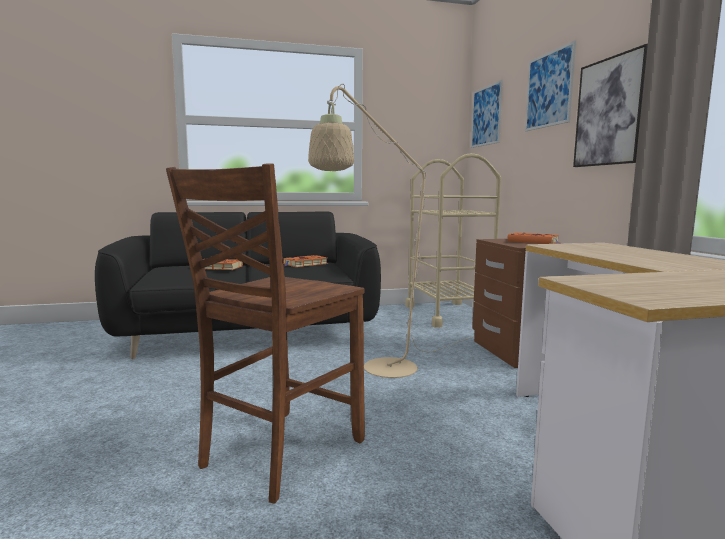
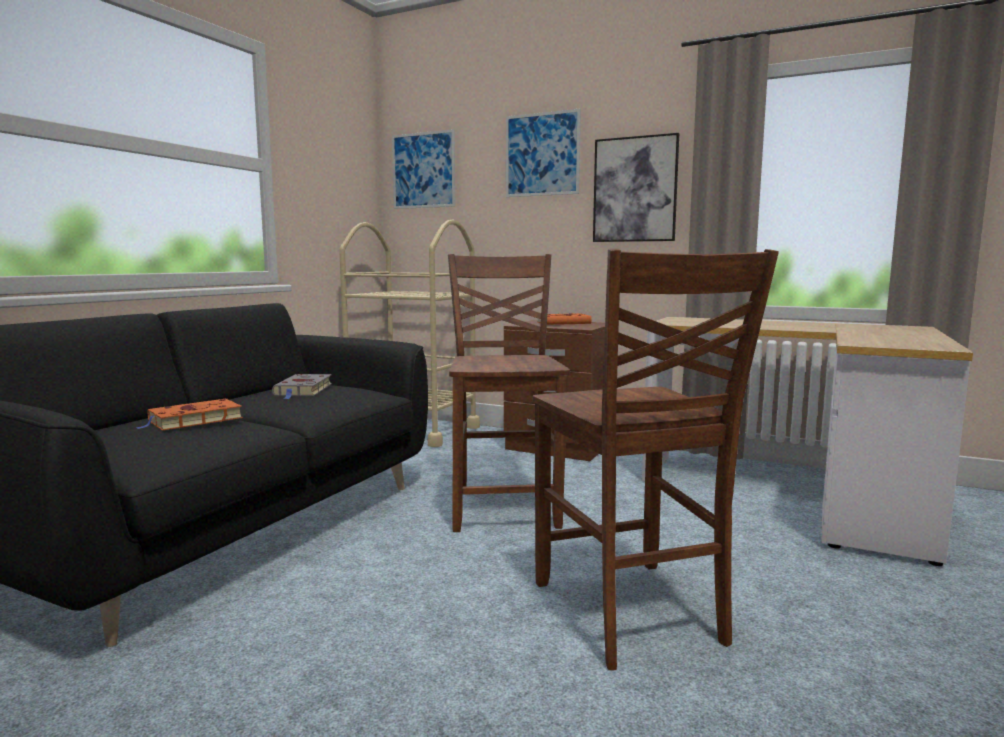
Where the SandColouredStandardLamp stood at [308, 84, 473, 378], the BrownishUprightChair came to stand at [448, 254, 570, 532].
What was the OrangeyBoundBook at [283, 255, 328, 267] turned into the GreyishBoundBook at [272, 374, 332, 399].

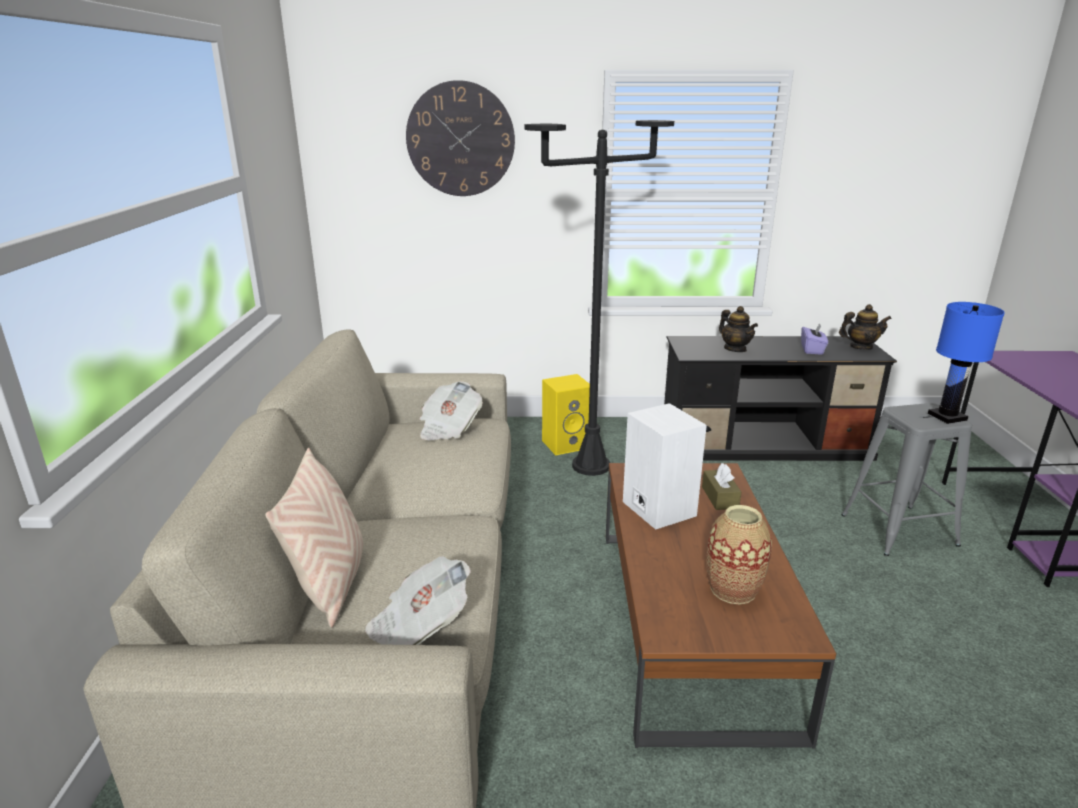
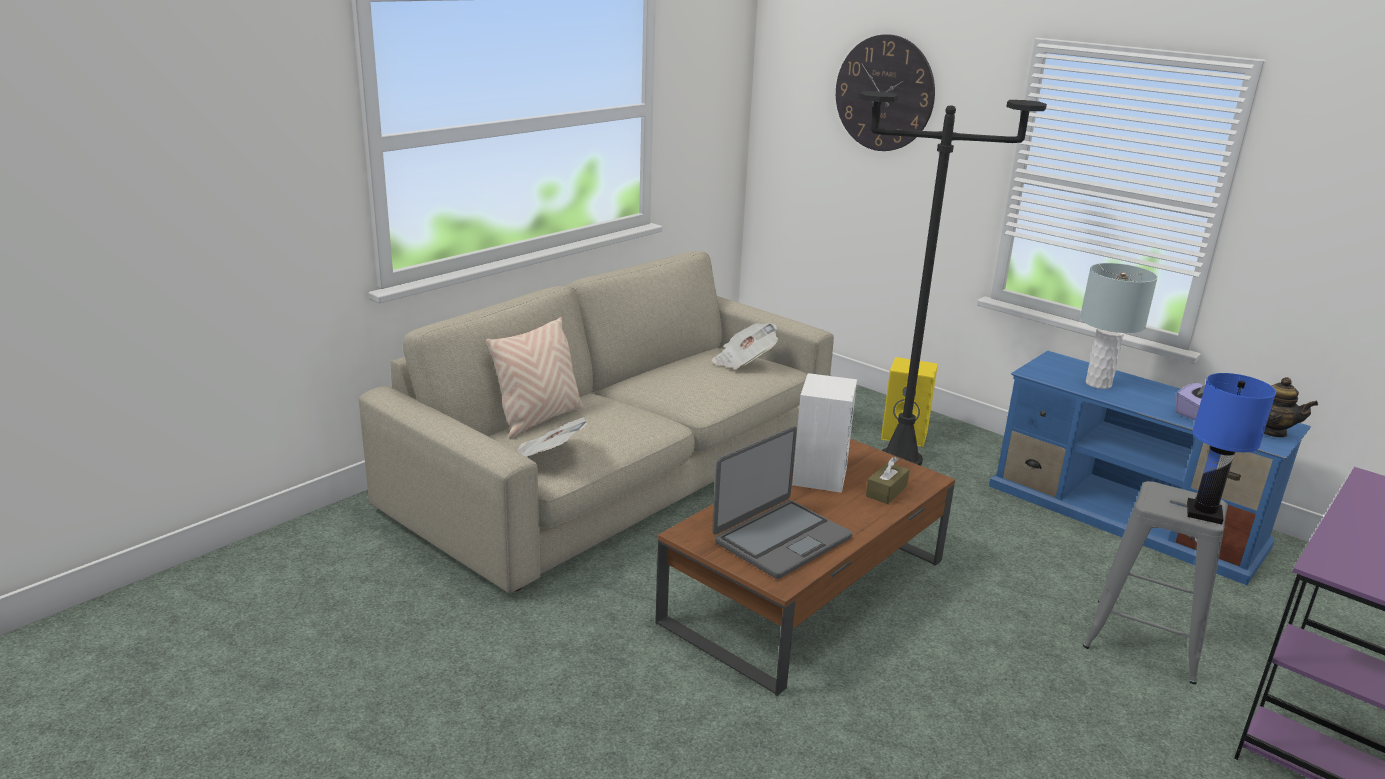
Where the Vase stood at [706, 505, 772, 604], the NotebookComputer came to stand at [712, 426, 853, 579].
Where the PotForTea stood at [719, 306, 758, 352], the GreyishTableLamp came to stand at [1080, 263, 1158, 389].
What was the BlackColouredMediaConsole at [664, 336, 897, 461] turned into the BluishMediaConsole at [989, 351, 1311, 585].

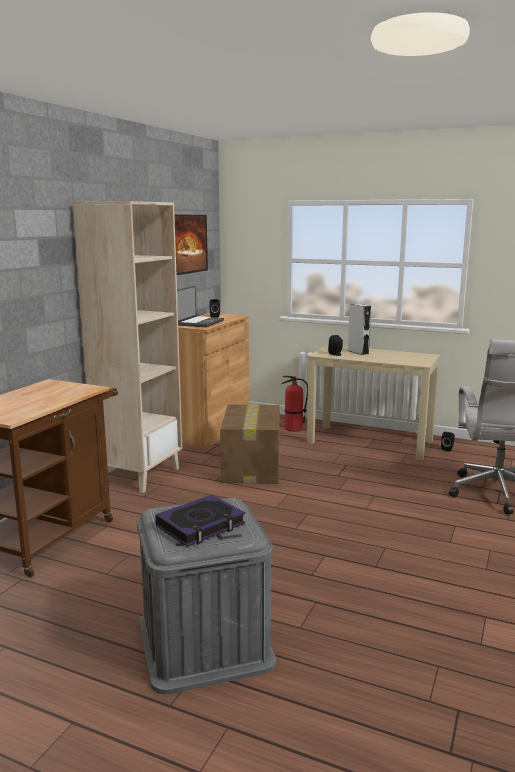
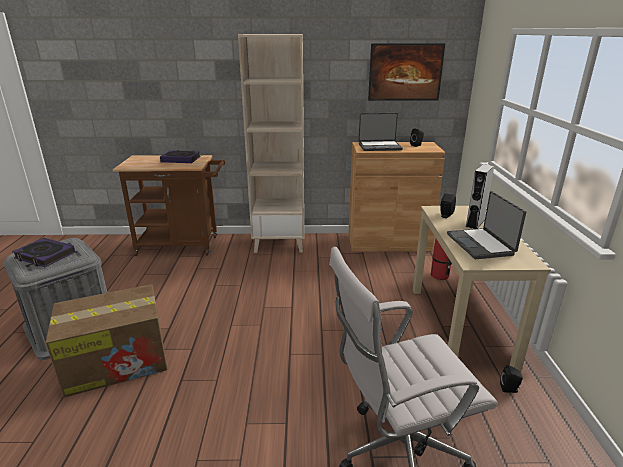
The second view gained the BoundBook at [160, 150, 200, 163].
The second view gained the NotebookComputer at [447, 191, 526, 259].
The Carton ended up elsewhere, having gone from [220, 404, 280, 484] to [46, 284, 167, 397].

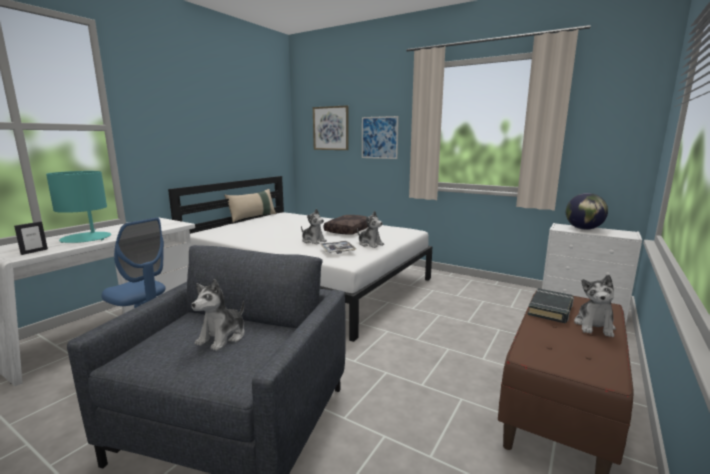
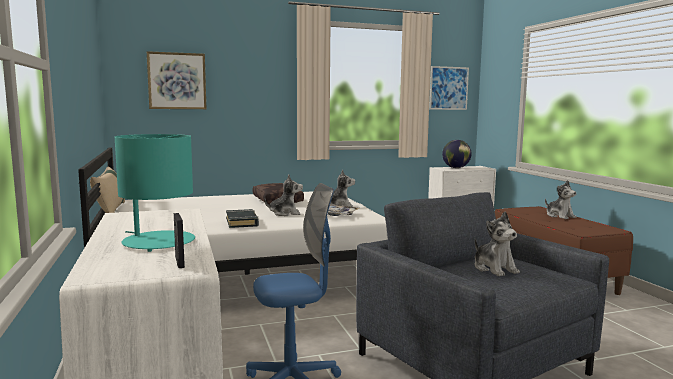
The Picture ended up elsewhere, having gone from [362, 116, 399, 159] to [429, 66, 469, 110].
The BlackColouredBoundBook ended up elsewhere, having gone from [528, 288, 574, 323] to [226, 209, 259, 228].

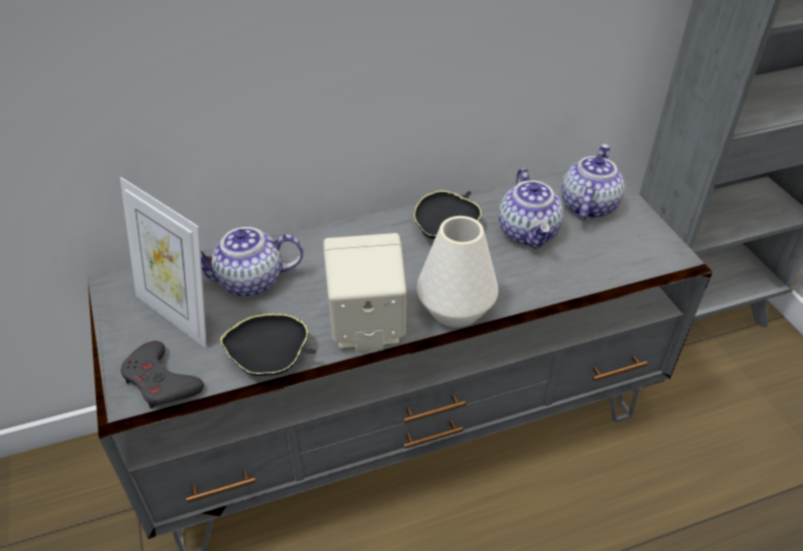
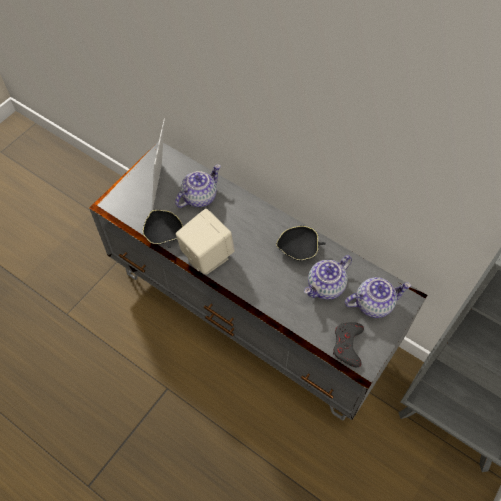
The second view lost the WhitishVase at [417, 216, 498, 327].
The GreyishGameController ended up elsewhere, having gone from [121, 341, 204, 409] to [333, 322, 364, 367].
The PotForTea at [200, 227, 303, 297] ended up facing another way, 90 degrees clockwise from before.

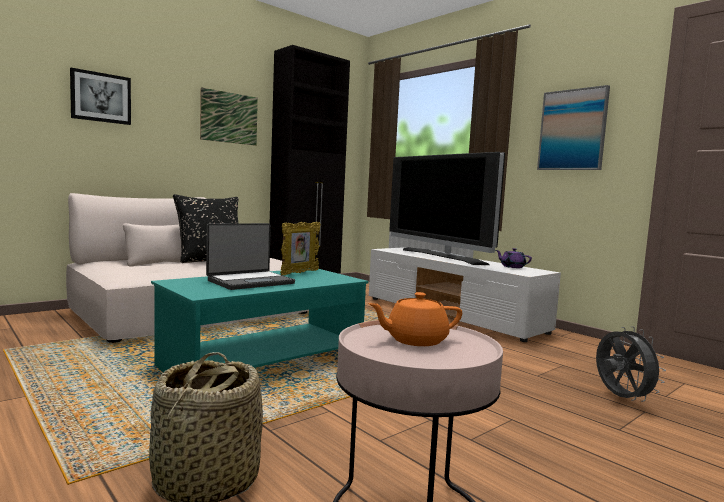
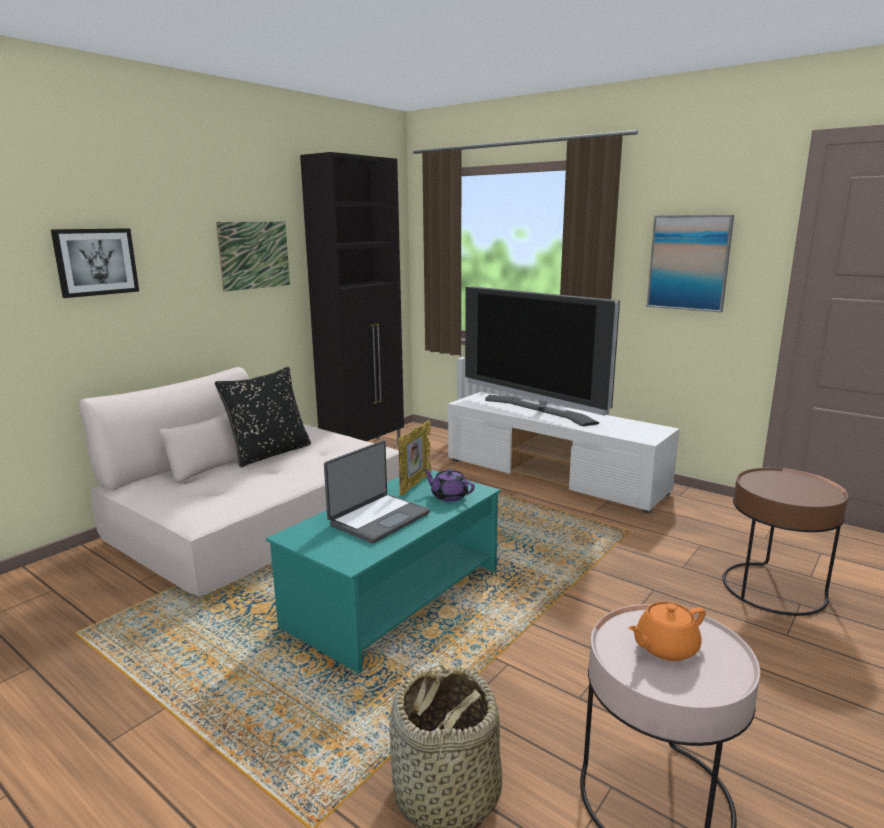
The PurplePotForTea ended up elsewhere, having gone from [496, 248, 532, 268] to [423, 469, 475, 502].
Where the GreyishFan stood at [596, 326, 666, 402], the BrownishEndTable came to stand at [723, 468, 848, 616].

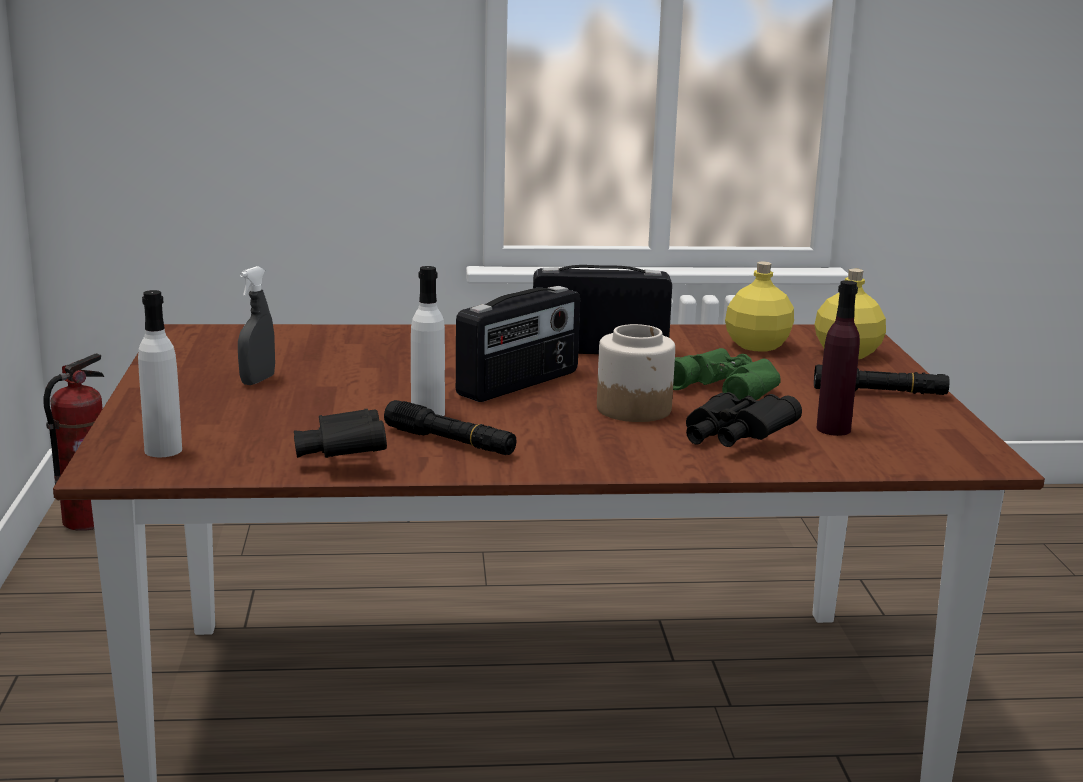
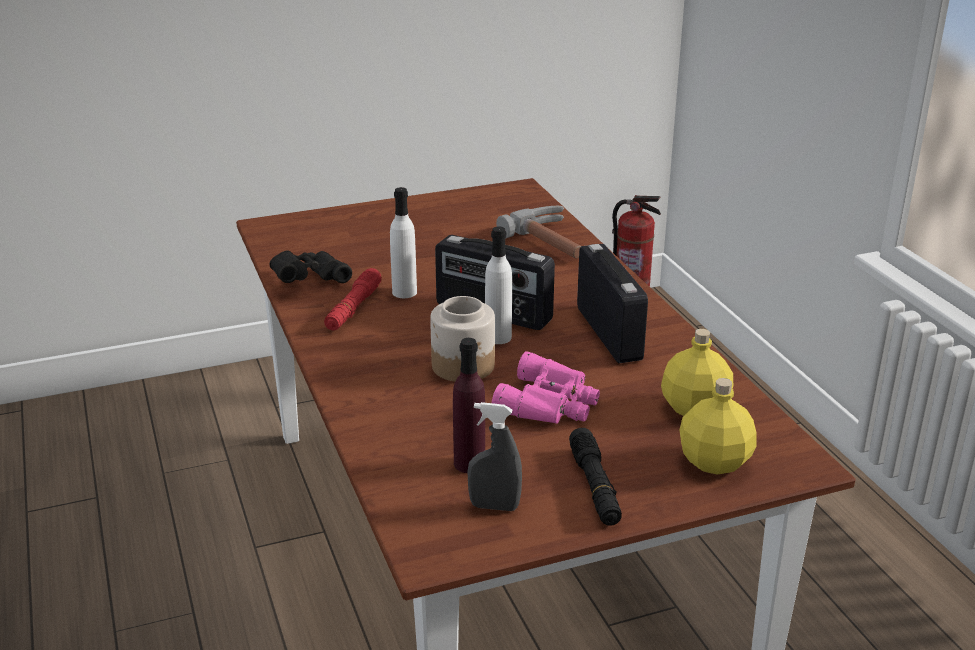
The second view lost the BlackColouredPairOfBinoculars at [686, 392, 802, 447].
The second view gained the Hammer at [496, 205, 581, 258].
The WhitishBottle ended up elsewhere, having gone from [138, 290, 182, 457] to [485, 226, 512, 344].
The GreyishHandSprayer ended up elsewhere, having gone from [238, 266, 275, 385] to [467, 402, 522, 511].
What was the BlackColouredHandTorch at [384, 400, 517, 455] turned into the ReddishHandTorch at [324, 268, 382, 331].
What was the GreenColouredPairOfBinoculars at [673, 348, 781, 400] turned into the PinkishPairOfBinoculars at [492, 351, 600, 424].

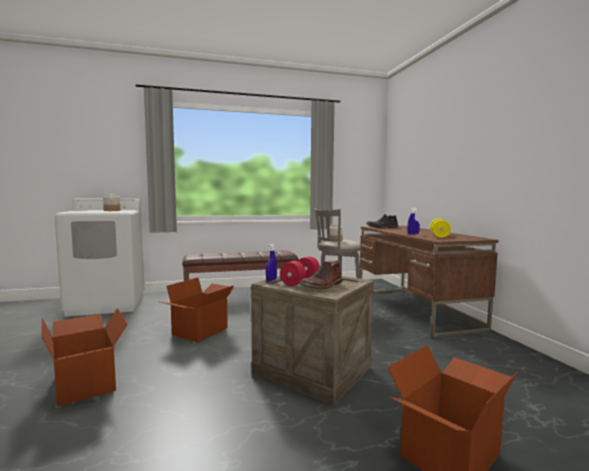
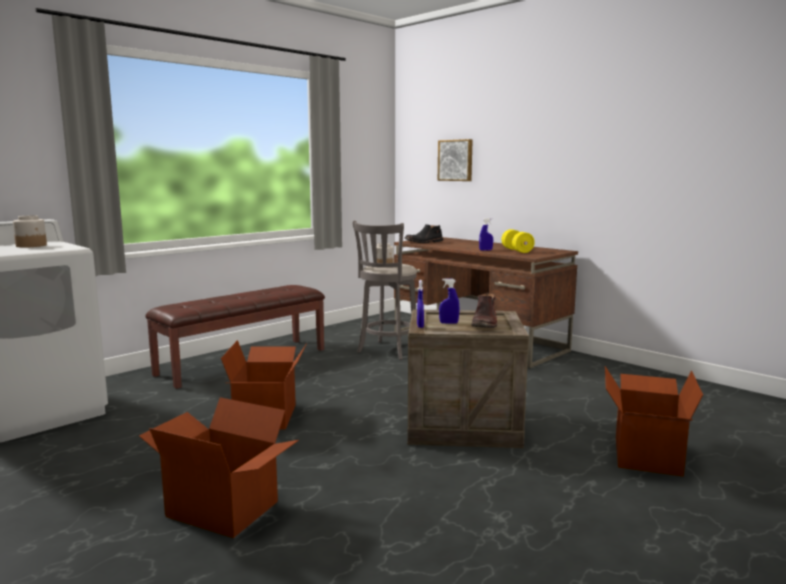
The second view gained the Picture at [438, 139, 473, 181].
Where the ReddishHandWeight stood at [280, 256, 320, 286], the BluishHandSprayer came to stand at [439, 278, 460, 324].

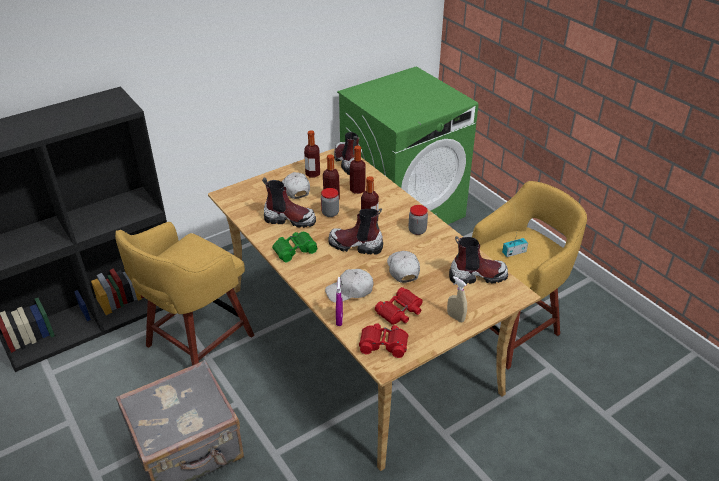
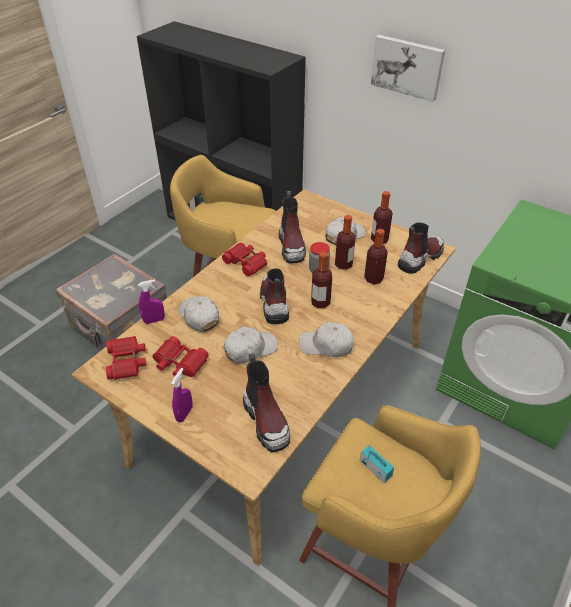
The second view gained the Picture at [371, 35, 445, 102].
Where the PreserveJar stood at [408, 205, 428, 235], the WhitishPeakedCap came to stand at [299, 322, 354, 357].
What was the GreenColouredPairOfBinoculars at [272, 232, 317, 262] turned into the ReddishPairOfBinoculars at [222, 243, 267, 277].
What was the SandColouredHandSprayer at [447, 276, 467, 322] turned into the PurpleHandSprayer at [171, 368, 193, 422].

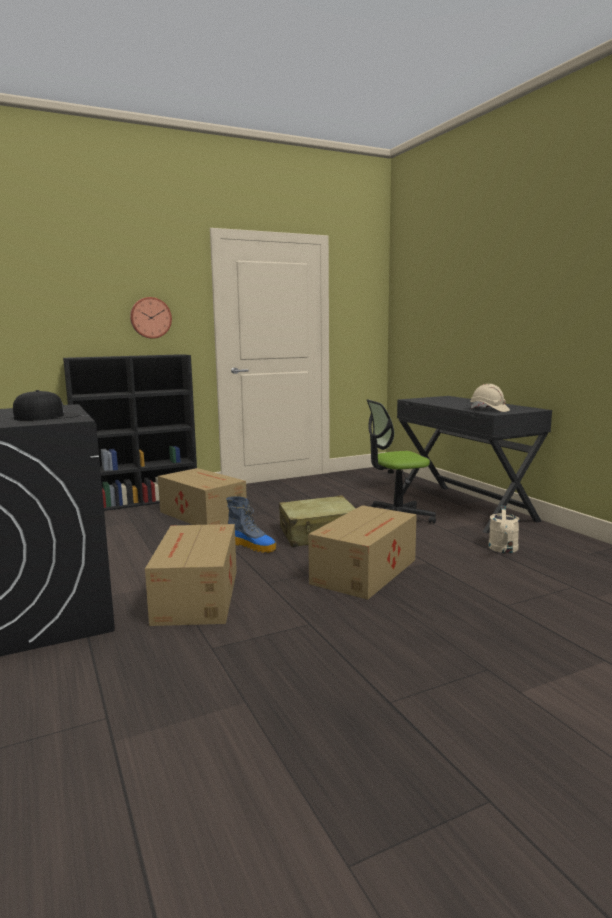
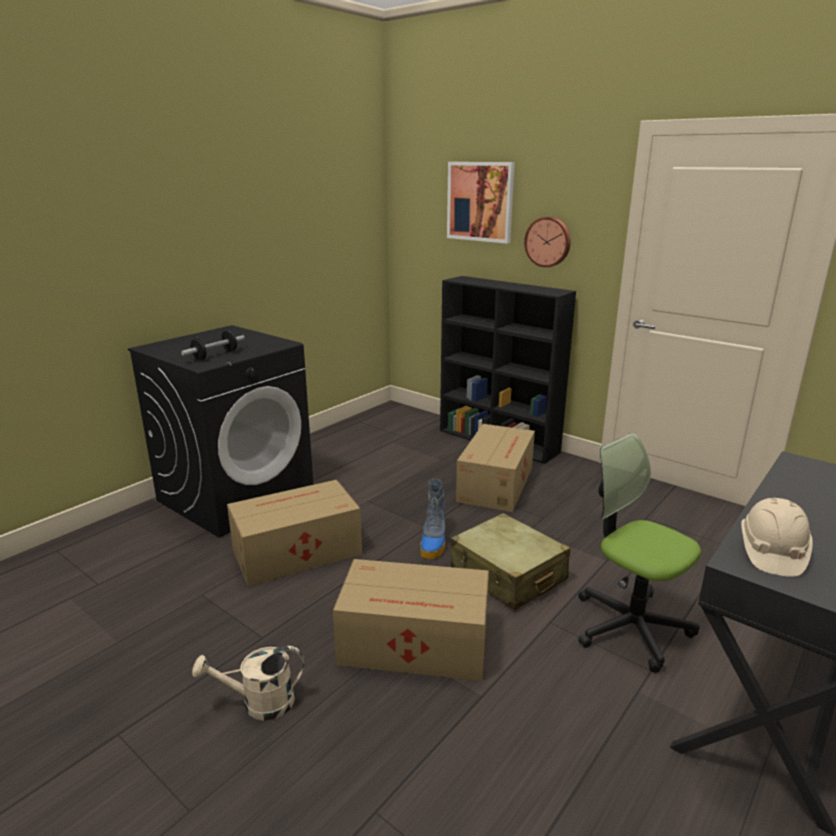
The second view gained the Picture at [447, 162, 515, 244].
The SandColouredSprinklingCan ended up elsewhere, having gone from [488, 505, 520, 553] to [192, 646, 304, 721].
Where the BlackColouredPeakedCap stood at [13, 390, 81, 421], the HandWeight came to stand at [181, 331, 245, 360].

